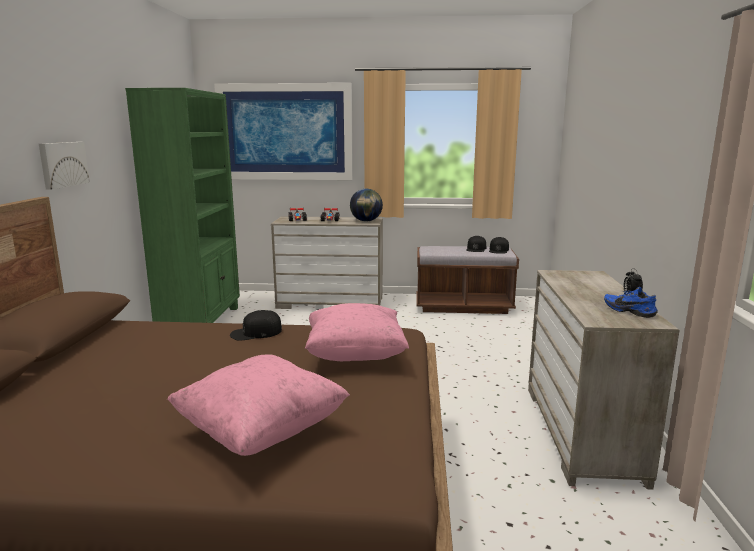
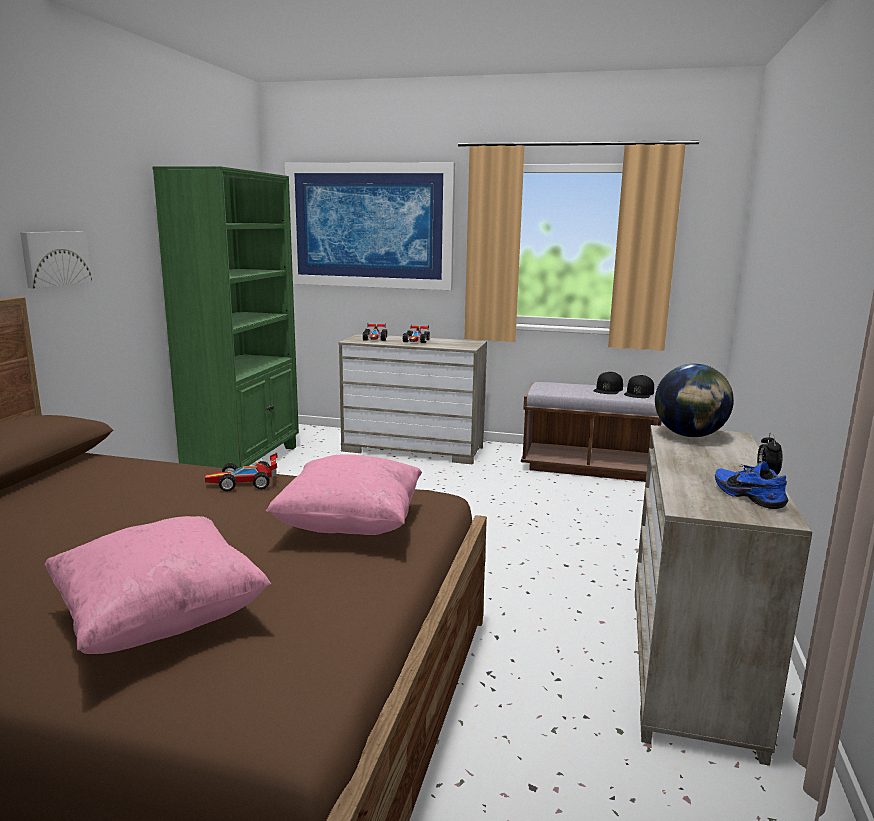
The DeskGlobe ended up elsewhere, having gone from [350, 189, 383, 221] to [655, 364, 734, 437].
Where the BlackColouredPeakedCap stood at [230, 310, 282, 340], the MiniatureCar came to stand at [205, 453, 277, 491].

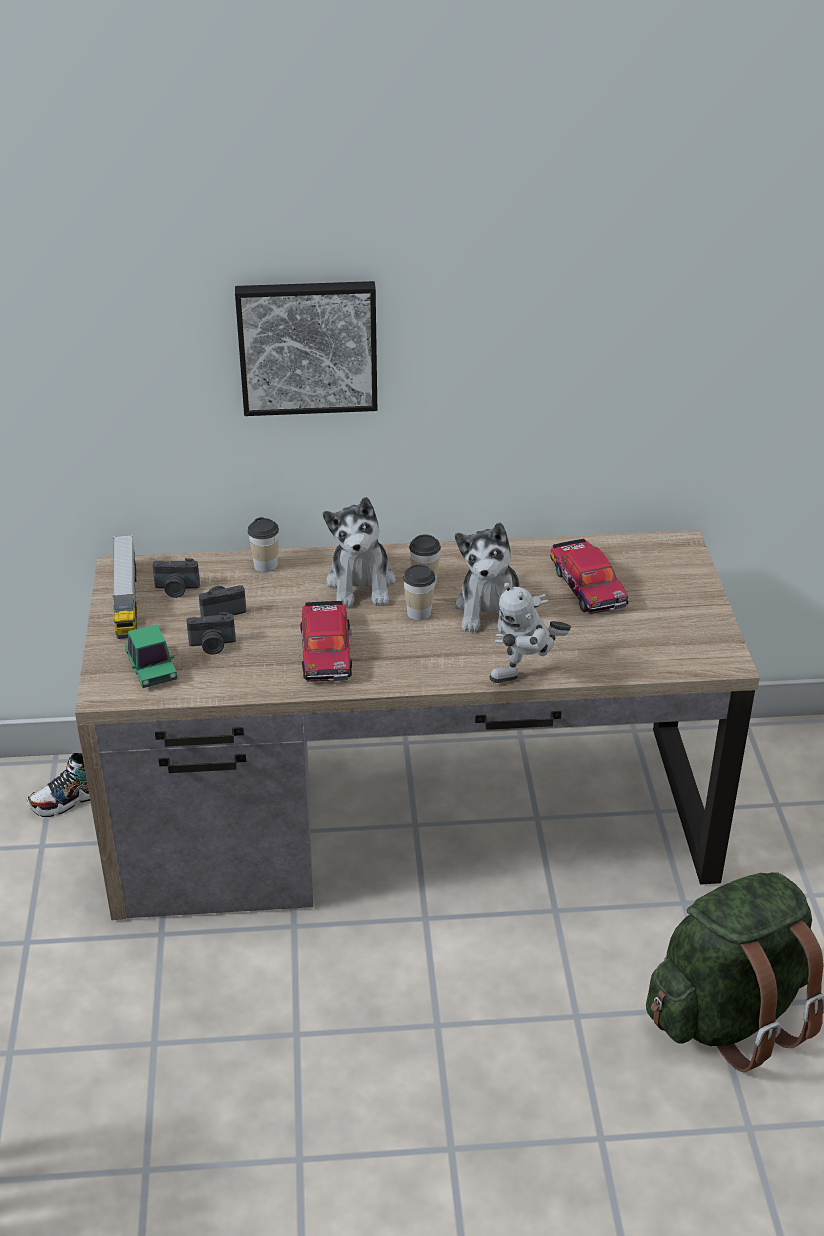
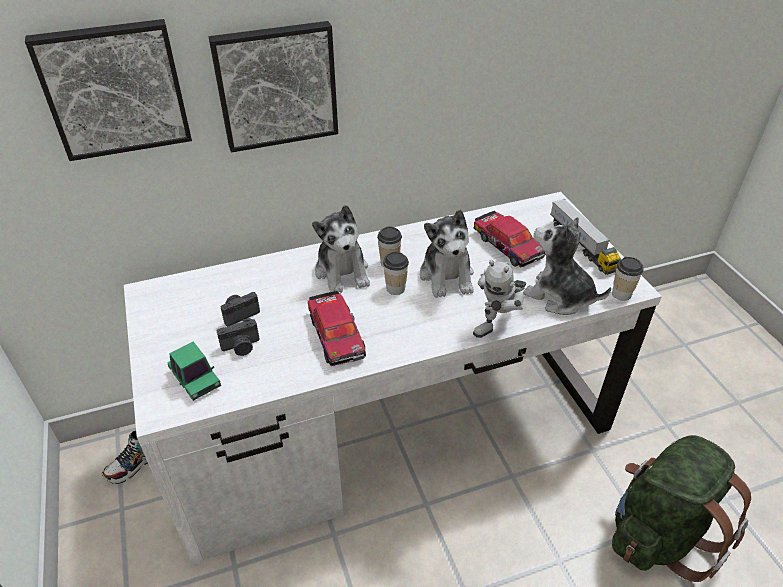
The second view lost the PhotoCamera at [153, 558, 200, 598].
The second view gained the Picture at [25, 19, 192, 161].
The second view gained the CuddlyToy at [523, 217, 611, 315].
The ModelTruck ended up elsewhere, having gone from [112, 535, 137, 639] to [550, 199, 621, 275].
The DrinkingCup ended up elsewhere, having gone from [248, 517, 279, 572] to [612, 257, 644, 301].
What was the BrownishDesk at [75, 530, 760, 920] turned into the WhitishDesk at [124, 192, 662, 564].

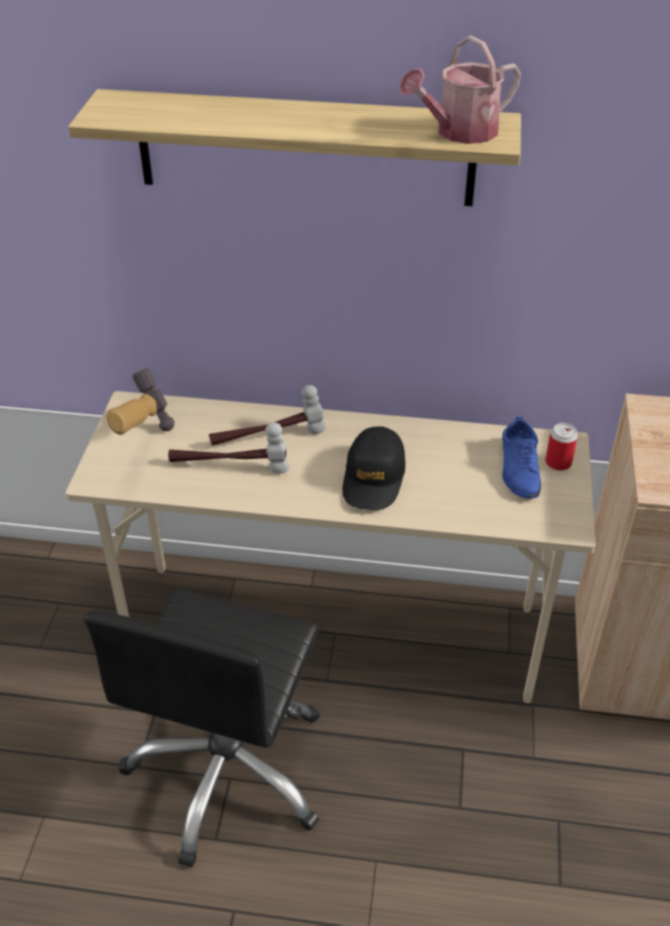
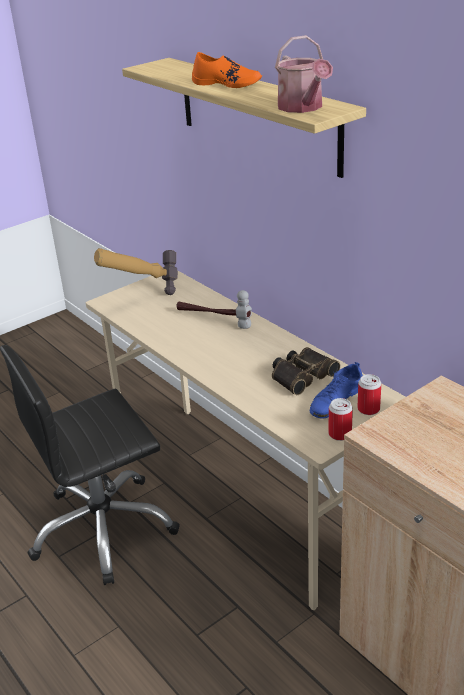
The second view lost the Hammer at [168, 422, 289, 474].
The second view lost the BlackColouredPeakedCap at [342, 426, 405, 510].
The second view gained the OrangeyShoe at [192, 52, 262, 88].
The second view gained the PairOfBinoculars at [272, 347, 340, 395].
The second view gained the SealedCan at [328, 398, 353, 441].
The SprinklingCan at [399, 35, 521, 144] ended up facing another way, 120 degrees counterclockwise from before.

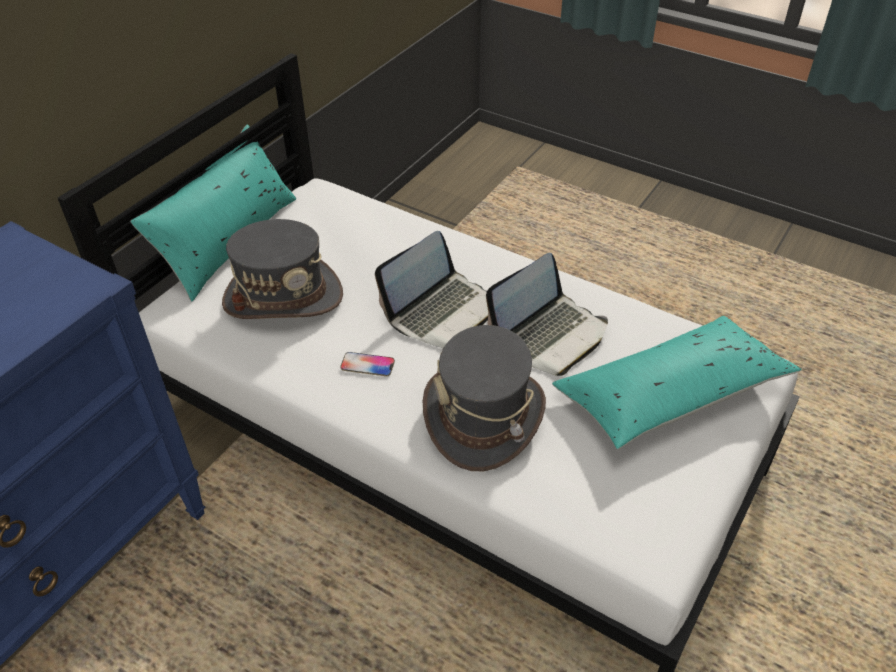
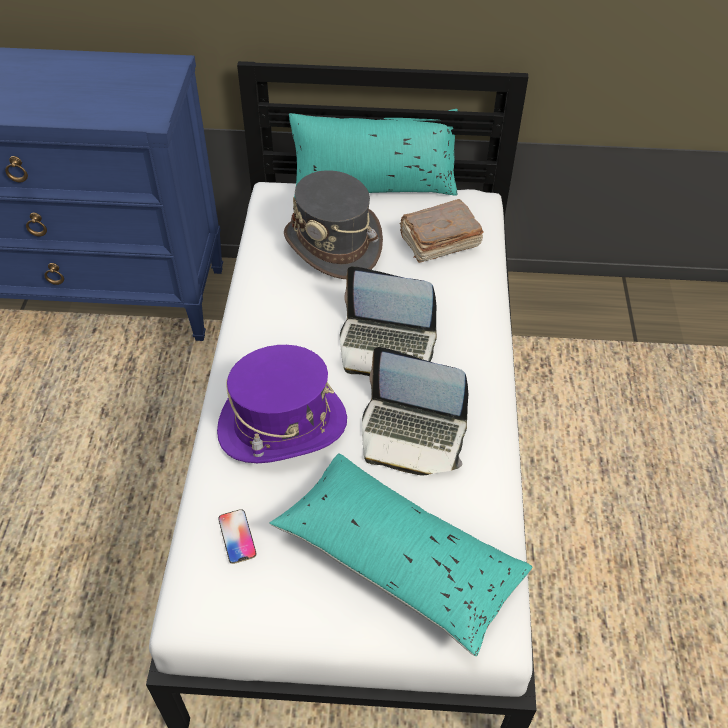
The second view gained the BrownishBoundBook at [399, 199, 484, 263].
The Telephone ended up elsewhere, having gone from [340, 352, 395, 376] to [218, 509, 256, 564].
What was the GreyishClothingHat at [423, 325, 546, 471] turned into the PurpleClothingHat at [217, 345, 347, 463].

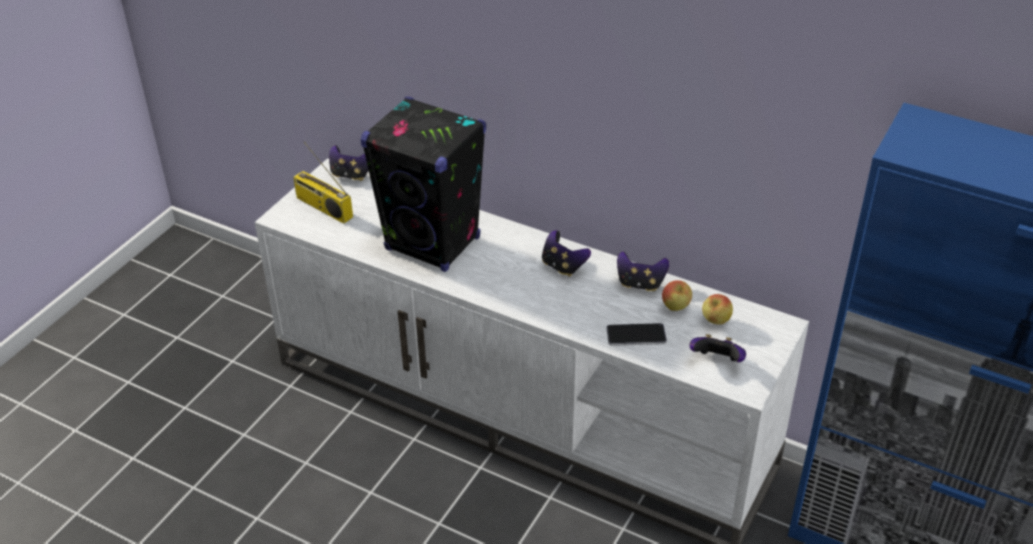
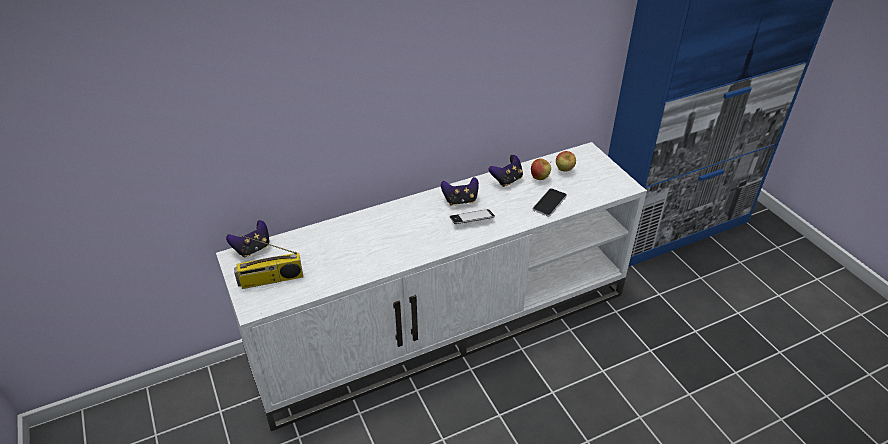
The second view lost the BlackColouredSpeaker at [361, 96, 486, 272].
The second view lost the GameController at [690, 334, 746, 362].
The second view gained the Telephone at [450, 209, 495, 224].

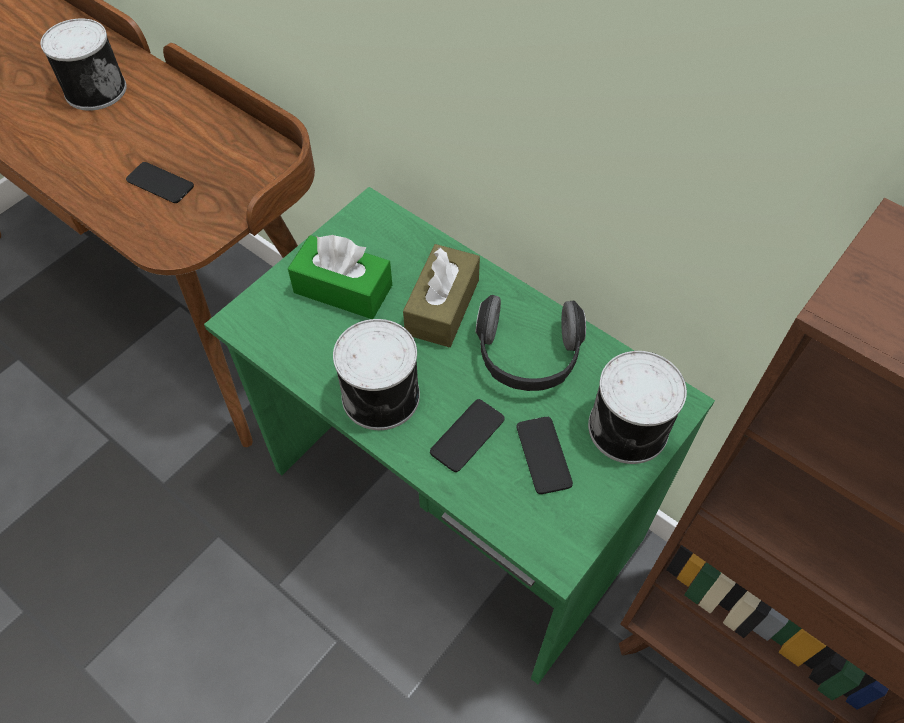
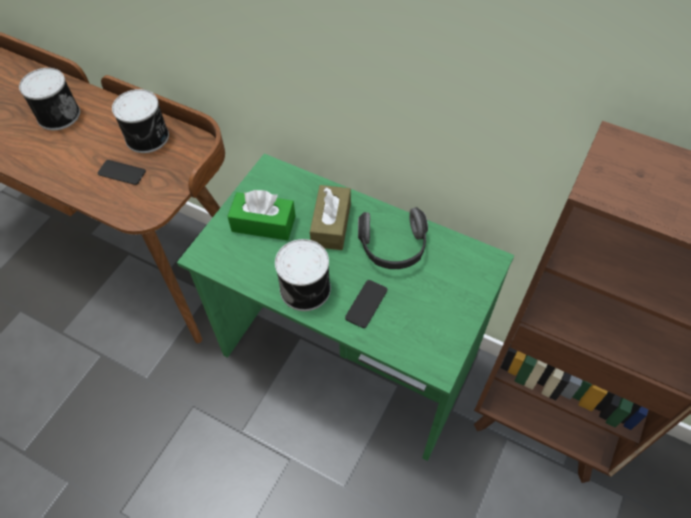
The second view lost the Telephone at [516, 417, 573, 494].
The SealedCan ended up elsewhere, having gone from [588, 351, 687, 464] to [112, 89, 169, 153].

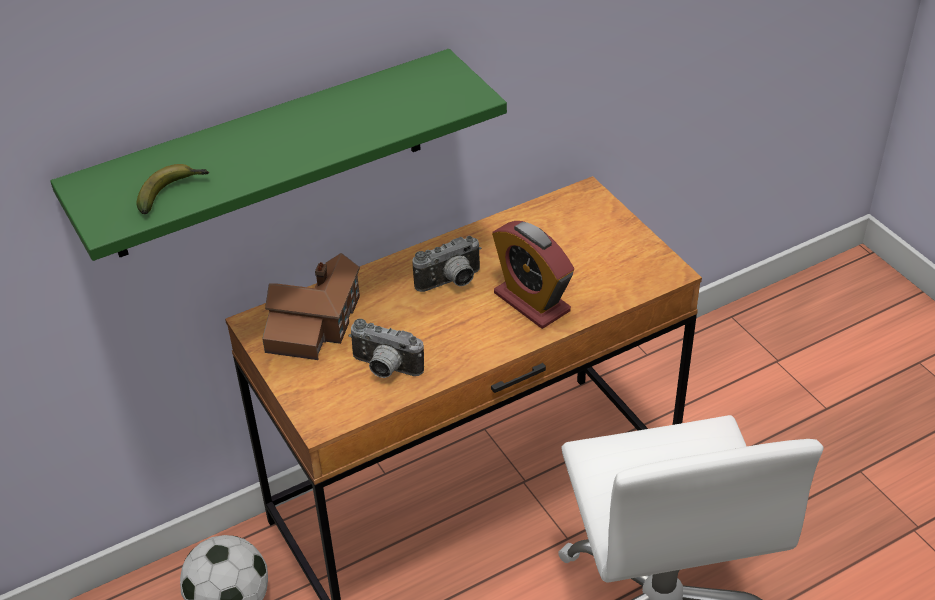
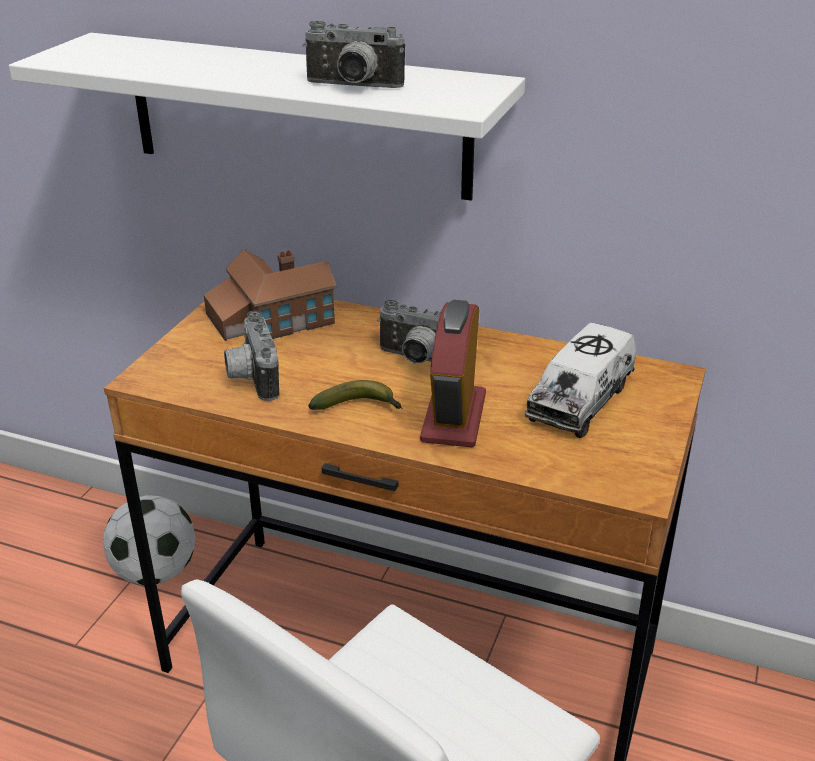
The second view gained the PhotoCamera at [303, 21, 405, 88].
The second view gained the ModelTruck at [525, 323, 636, 438].
The BananaFruit ended up elsewhere, having gone from [136, 164, 209, 214] to [308, 380, 402, 410].
What was the GreenColouredWallShelf at [50, 49, 507, 261] turned into the WhitishWallShelf at [9, 33, 525, 201].

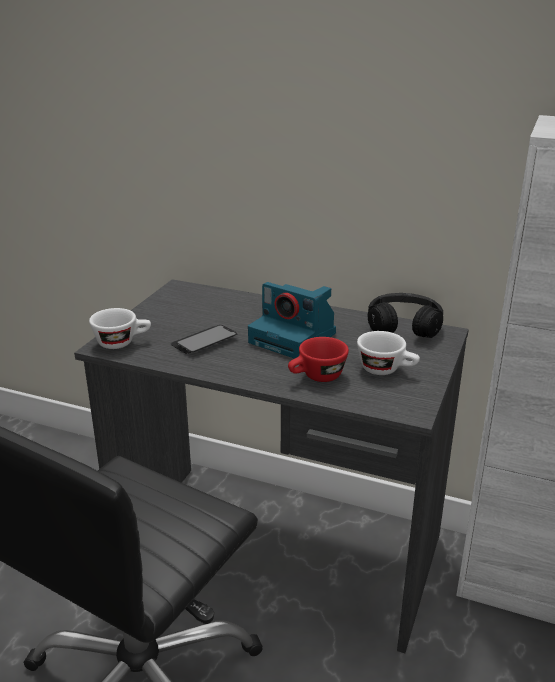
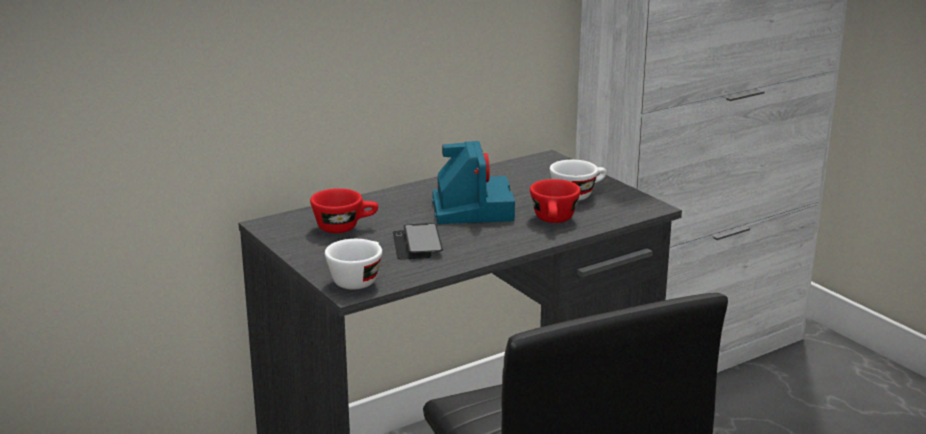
The second view lost the BlackColouredPairOfHeadphones at [368, 293, 443, 338].
The second view gained the ReddishDrinkingCup at [310, 188, 378, 233].
The PhotoCamera at [248, 282, 336, 359] ended up facing another way, 75 degrees counterclockwise from before.

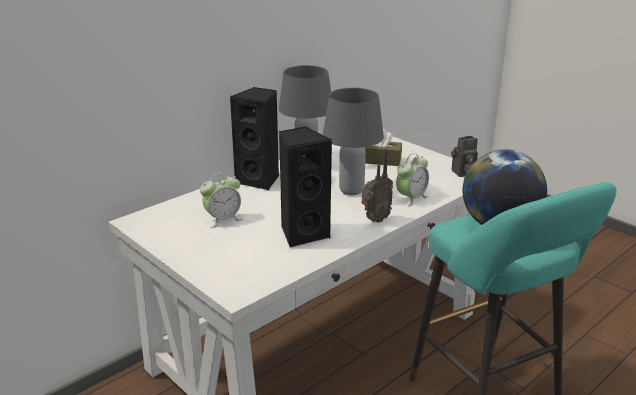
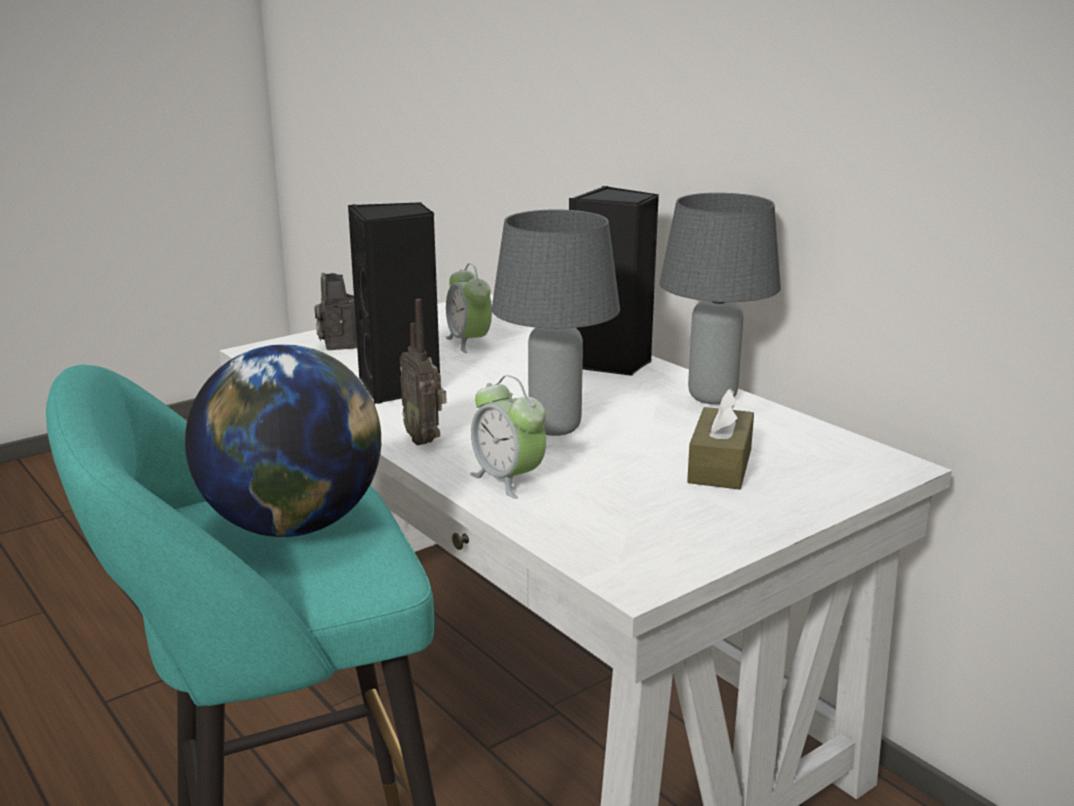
The PhotoCamera ended up elsewhere, having gone from [451, 136, 478, 177] to [314, 273, 357, 350].

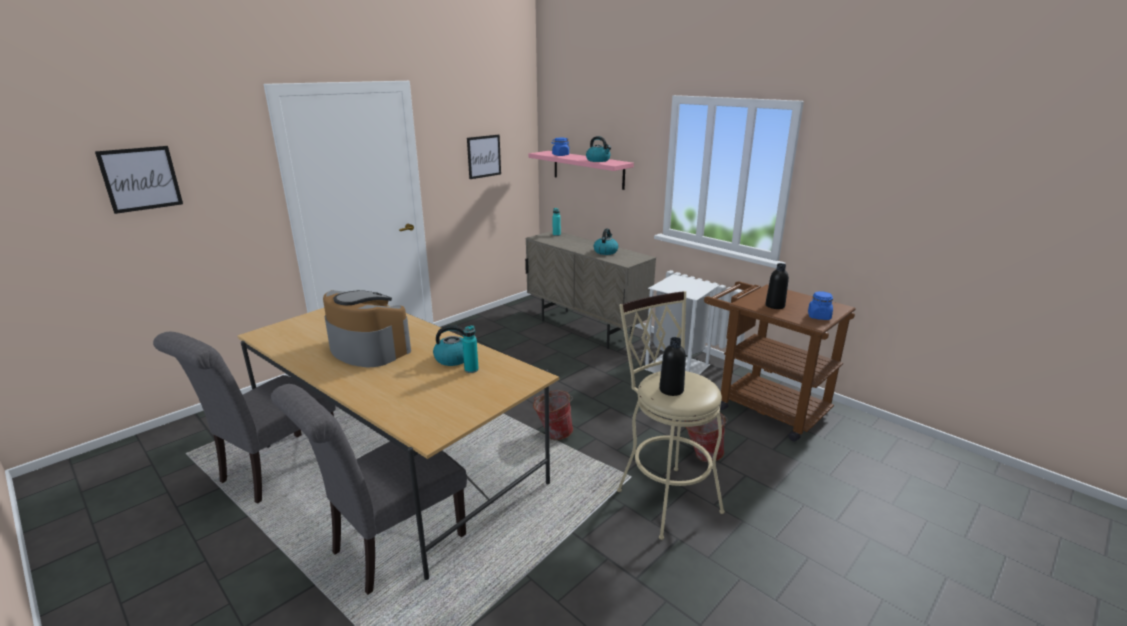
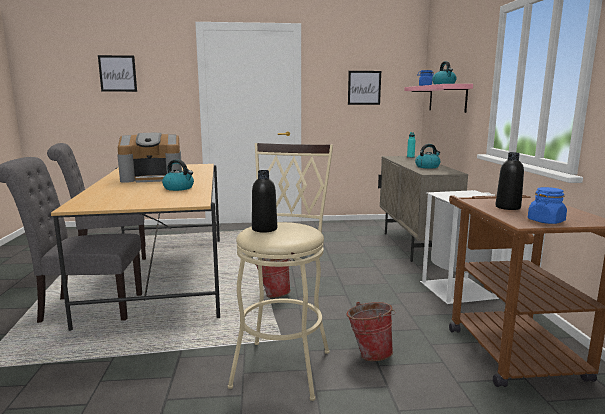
The second view lost the BlueGreenBottle at [462, 325, 479, 373].
The CoffeeMaker at [323, 290, 411, 368] ended up facing another way, 90 degrees clockwise from before.

